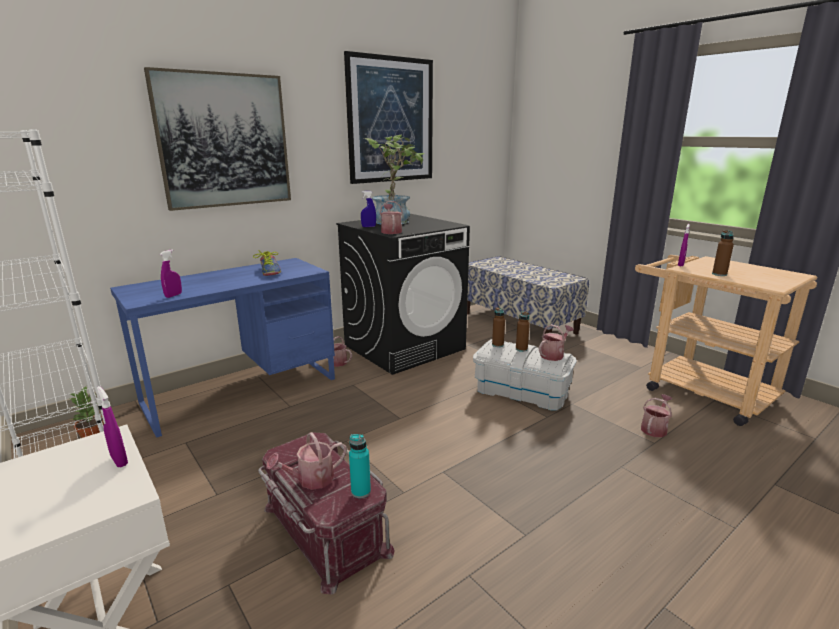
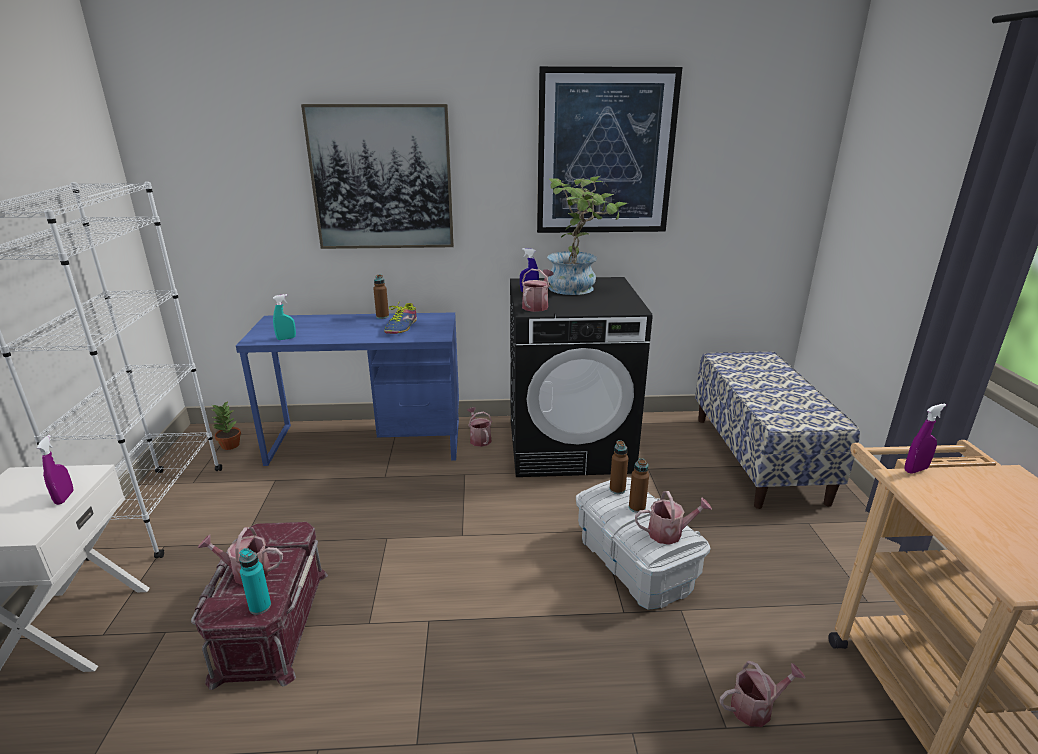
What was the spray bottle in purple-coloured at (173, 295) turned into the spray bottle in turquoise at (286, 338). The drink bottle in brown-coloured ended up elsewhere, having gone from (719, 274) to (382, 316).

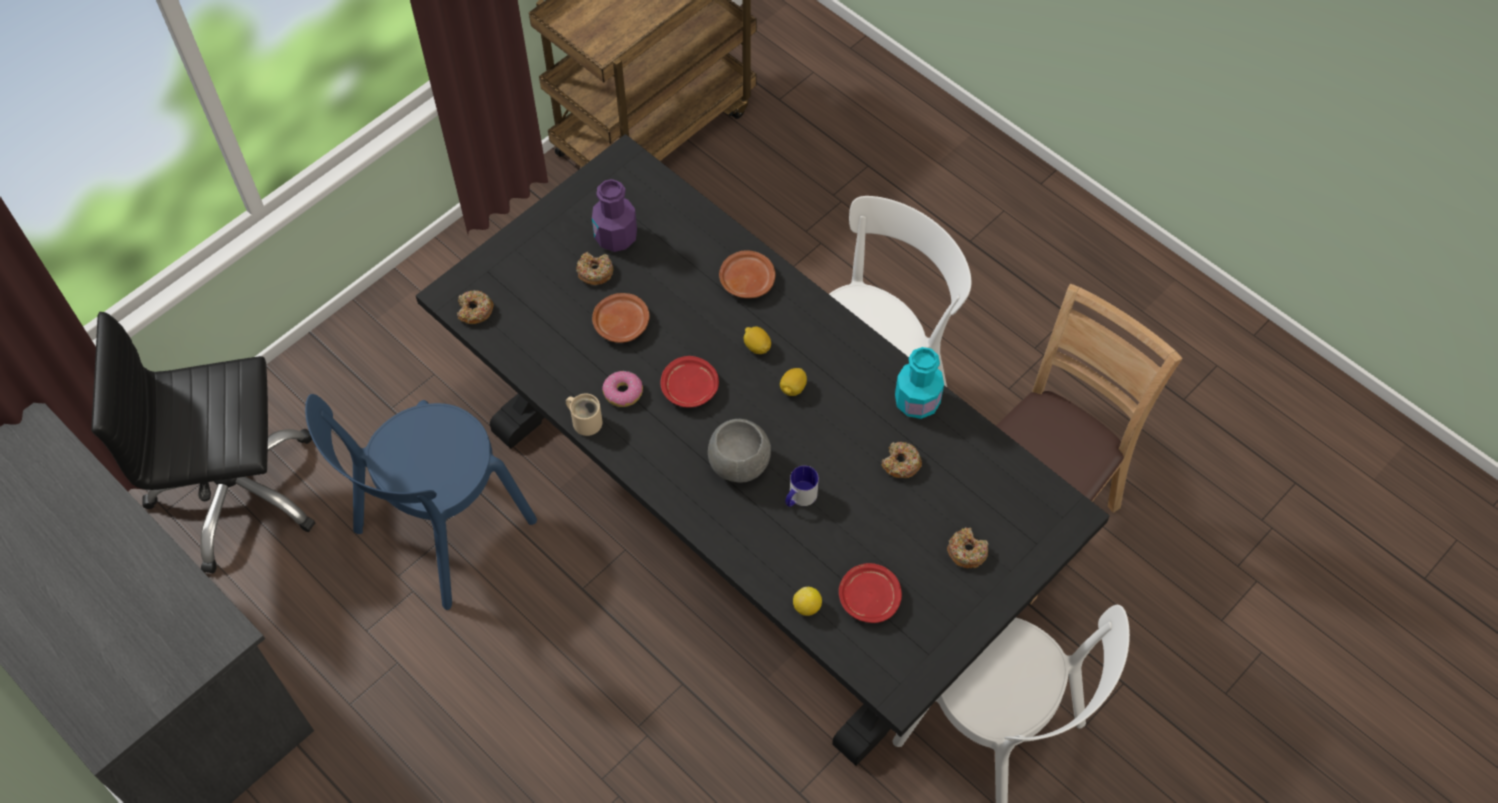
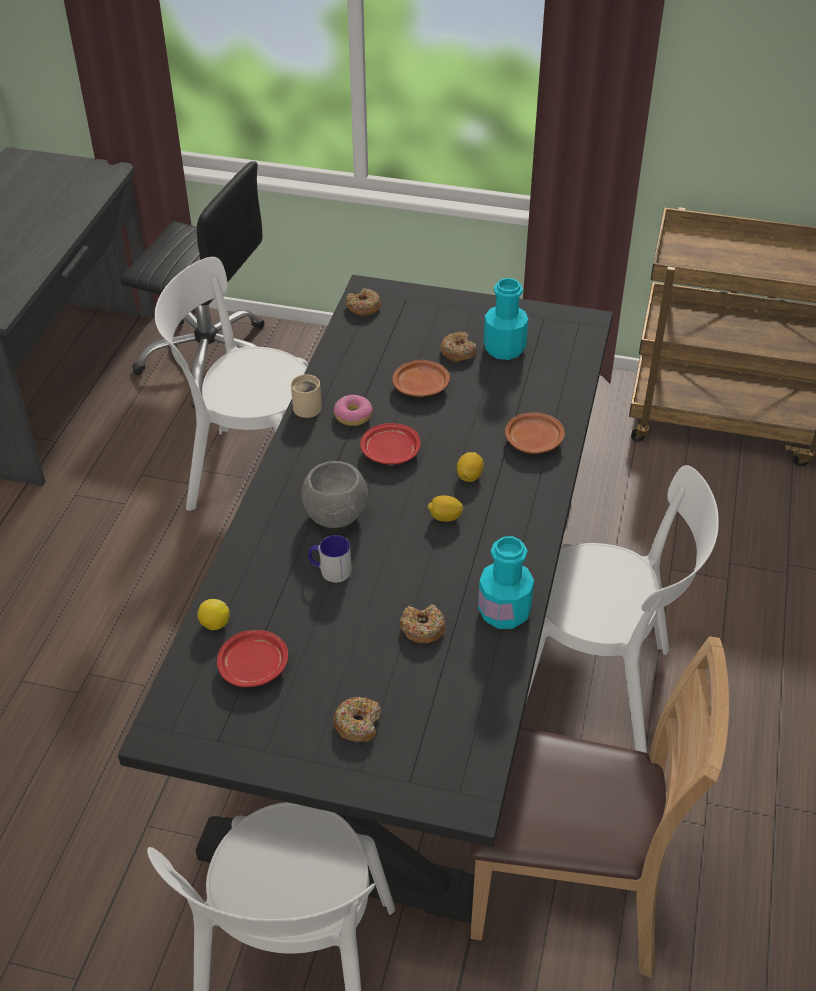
The office chair in blackish at (237, 492) ended up facing another way, 150 degrees clockwise from before. What was the chair in blue-coloured at (439, 531) turned into the chair in white at (251, 473). What was the drink bottle in purple-coloured at (616, 236) turned into the drink bottle in turquoise at (504, 348).

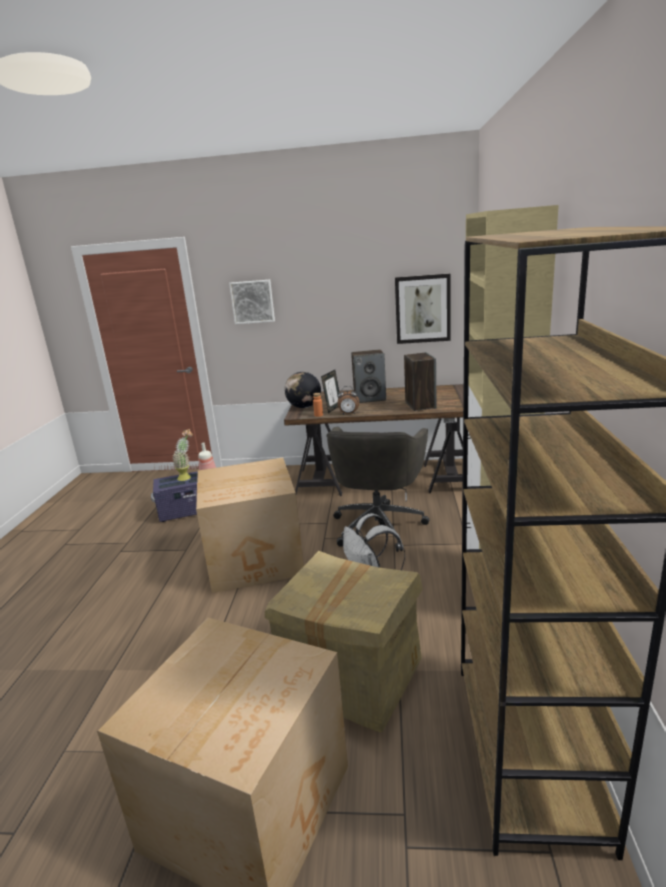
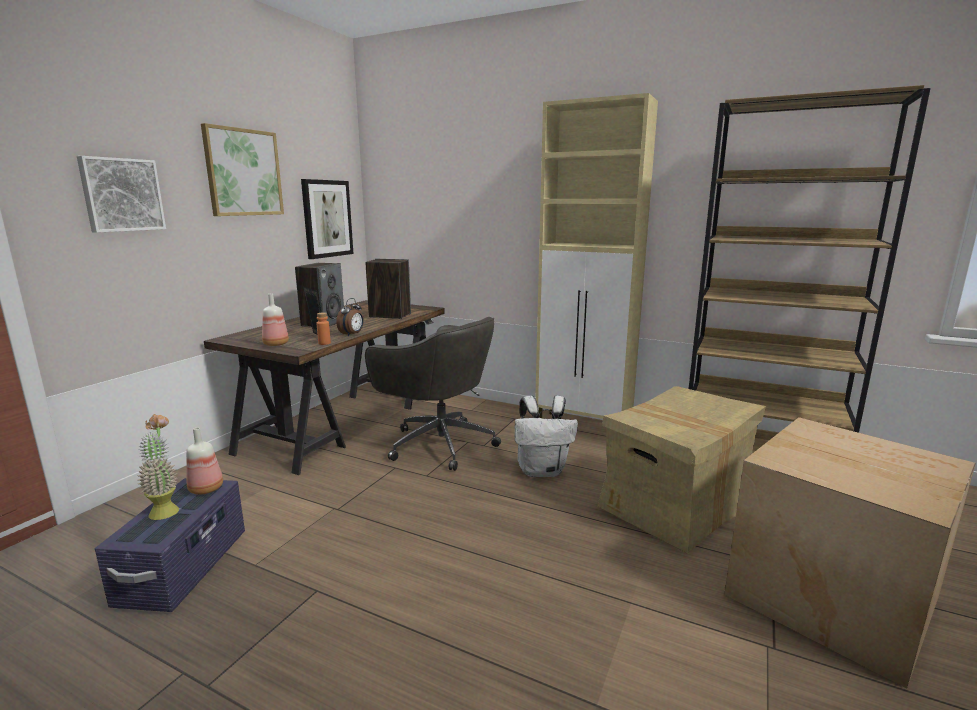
The second view gained the wall picture at (243, 172). Where the world globe stood at (304, 407), the drink bottle came to stand at (275, 344). The second view lost the cardboard box at (256, 559).

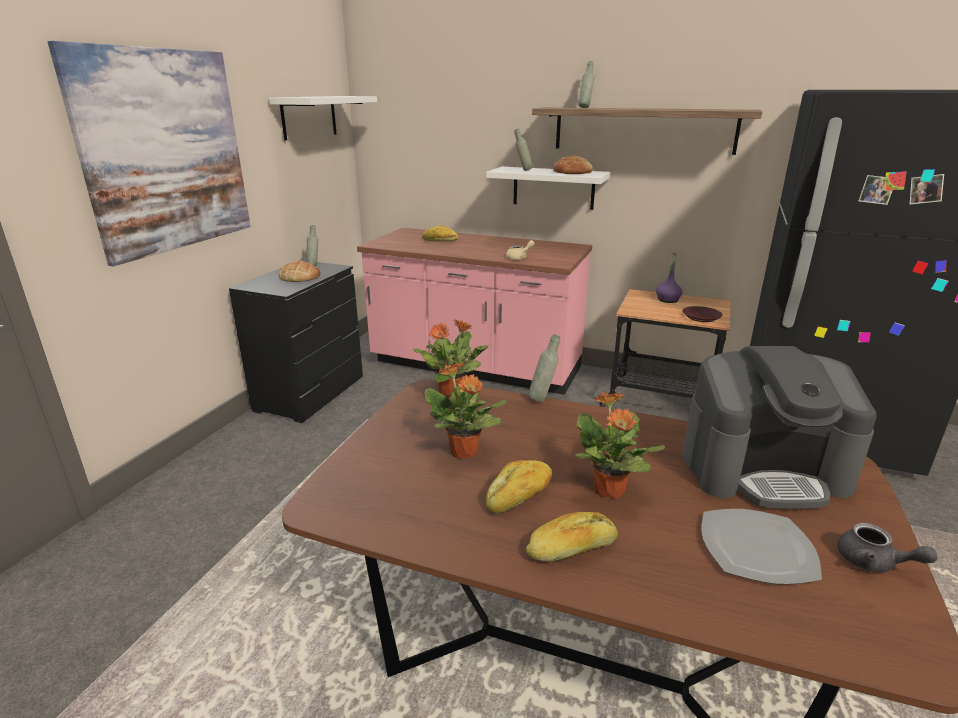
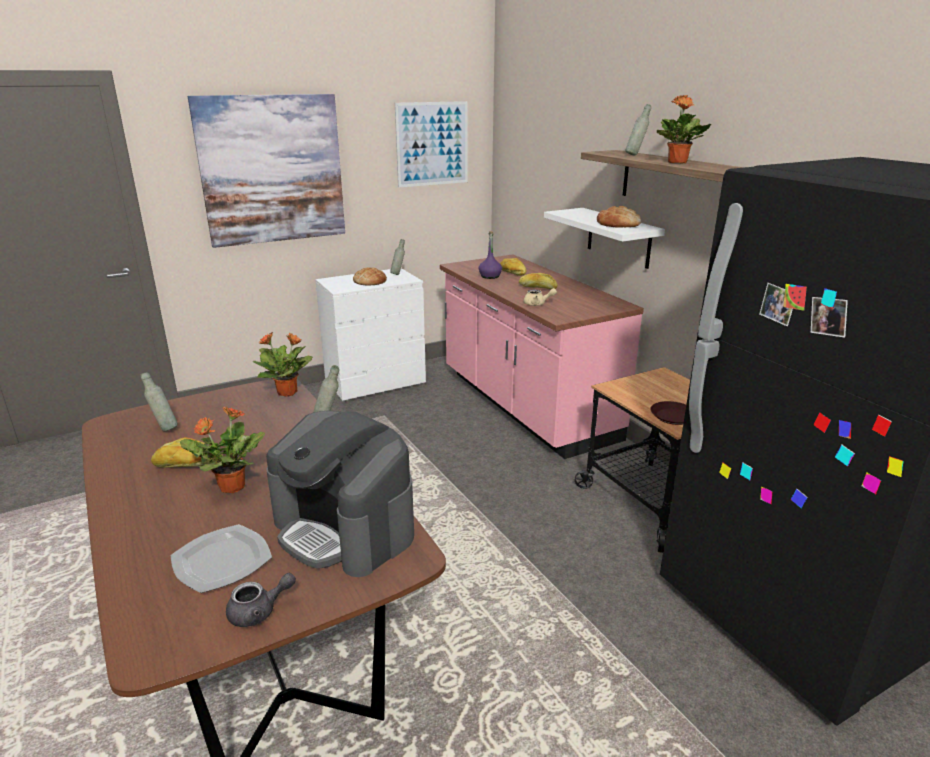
The drink bottle in gray ended up elsewhere, having gone from (523, 170) to (164, 429). The teapot in gray at (873, 563) ended up facing another way, 105 degrees counterclockwise from before. What was the chest of drawers in blackish at (310, 394) turned into the chest of drawers in white at (376, 383). Where the bracket shelf in white hung at (309, 117), the wall picture came to hang at (432, 144). The drink bottle in purple-coloured ended up elsewhere, having gone from (668, 300) to (490, 276). The bread ended up elsewhere, having gone from (571, 549) to (537, 287). The potted plant ended up elsewhere, having gone from (464, 452) to (677, 162).

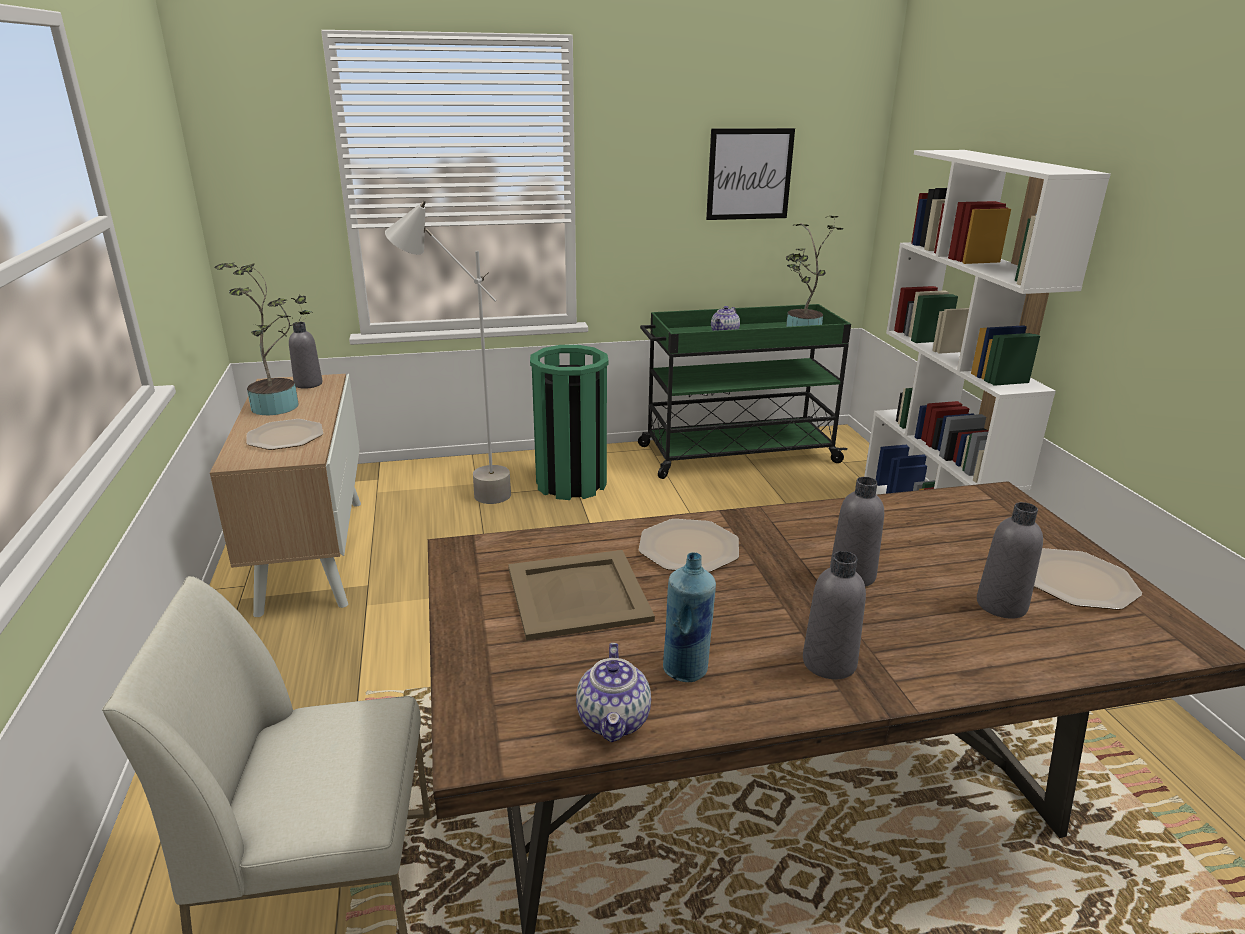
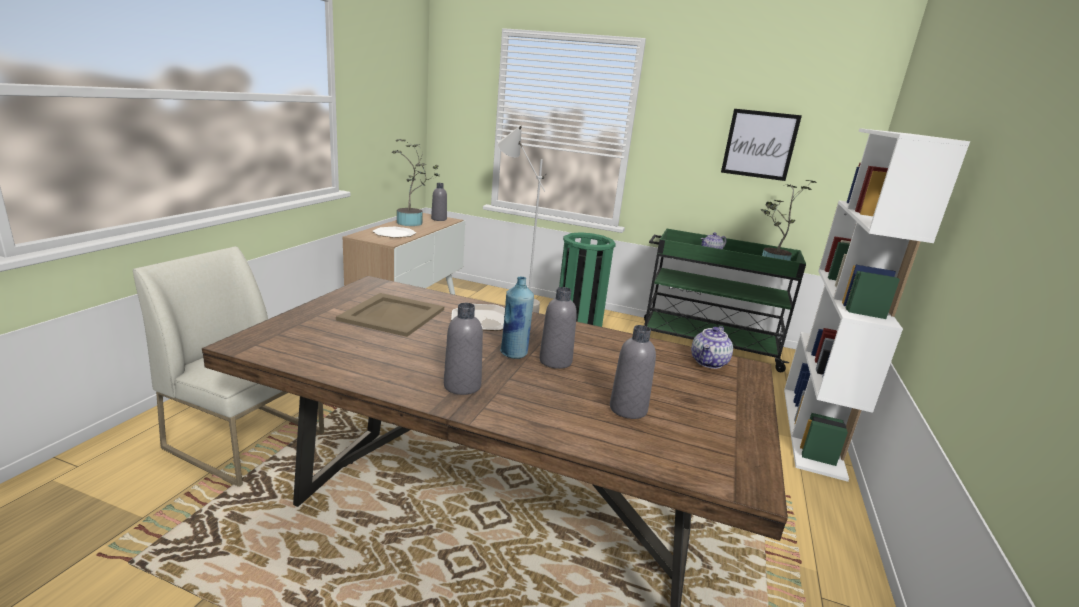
The drink bottle in blue-coloured ended up elsewhere, having gone from (686, 670) to (514, 353). The teapot ended up elsewhere, having gone from (614, 721) to (709, 362). The second view lost the dinner plate at (1077, 580).

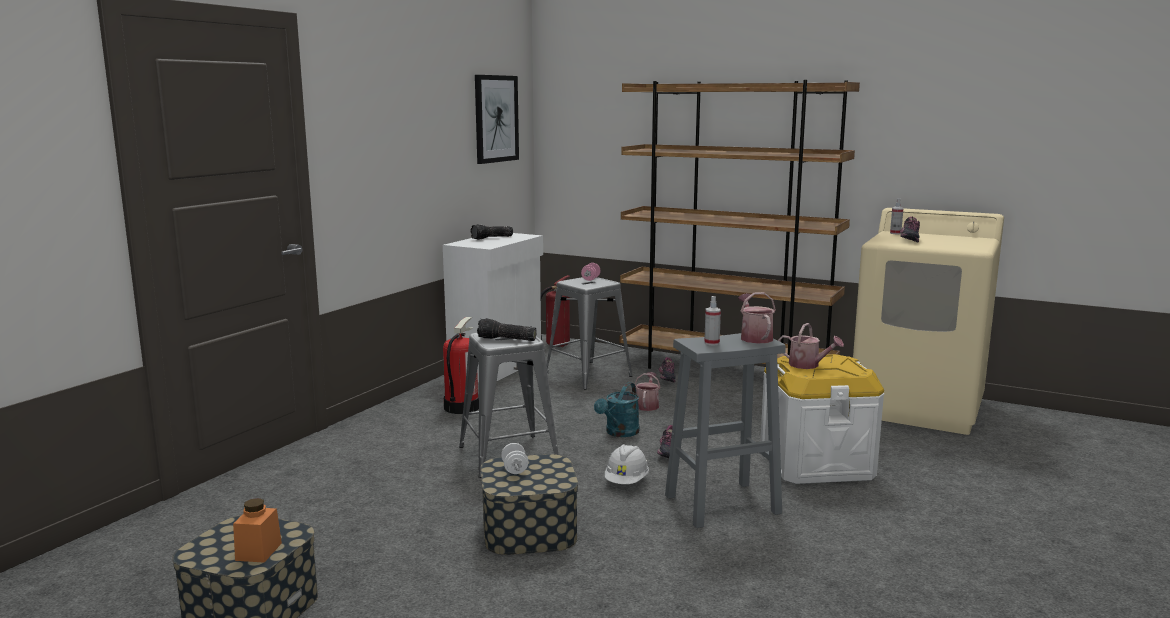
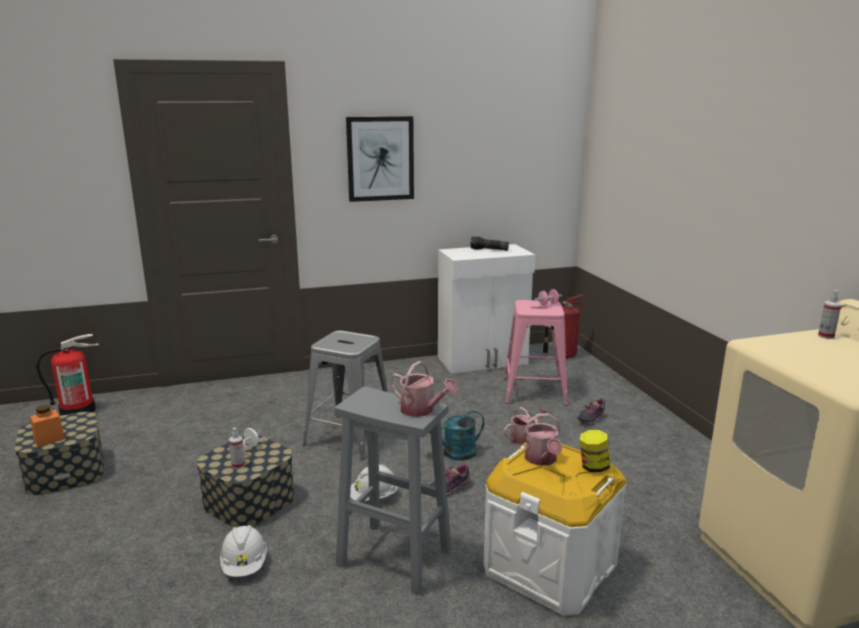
The extinguisher ended up elsewhere, having gone from (461, 407) to (78, 411). The second view gained the work helmet in white at (244, 565). The spray bottle ended up elsewhere, having gone from (711, 343) to (238, 465). The wall picture ended up elsewhere, having gone from (496, 119) to (380, 159). The watering pot at (754, 337) ended up facing another way, 90 degrees clockwise from before. What was the sitting stool in gray at (588, 375) turned into the sitting stool in pink-coloured at (534, 391). The second view gained the preserve jar at (593, 467). The second view lost the torch at (506, 339). The second view lost the bookshelf in brown-coloured at (726, 371). The second view lost the shoe at (908, 240).

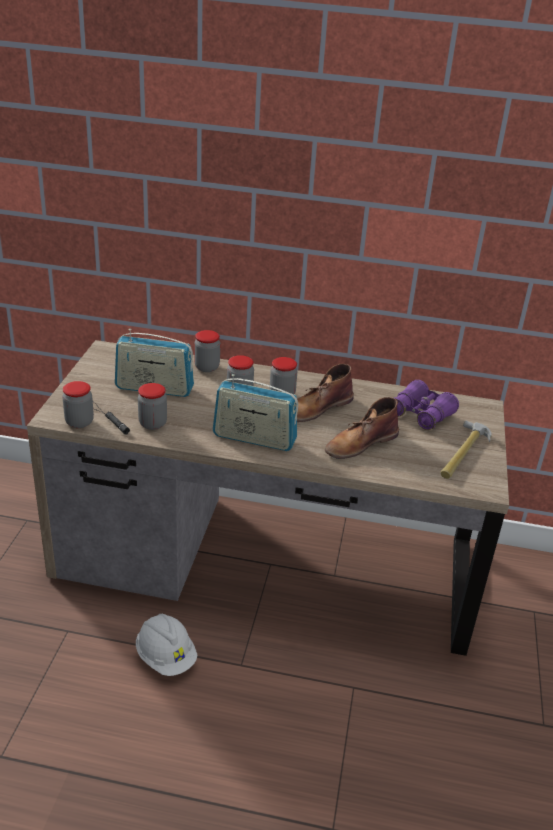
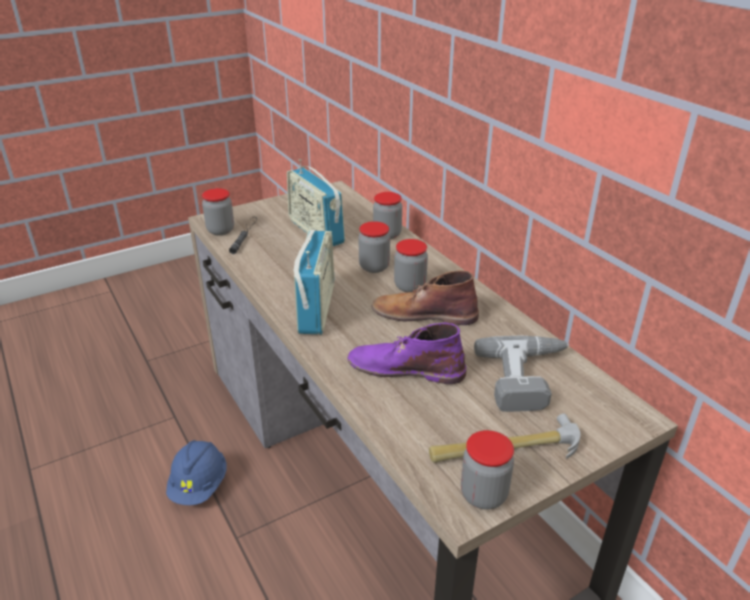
What was the work helmet in white at (166, 657) turned into the work helmet in blue-coloured at (199, 485). The radio receiver at (254, 438) ended up facing another way, 150 degrees counterclockwise from before. What was the boot in brown-coloured at (360, 443) turned into the boot in purple-coloured at (405, 368). The preserve jar ended up elsewhere, having gone from (153, 423) to (483, 495). Where the field glasses in purple-coloured stood at (421, 414), the electric drill came to stand at (528, 379).

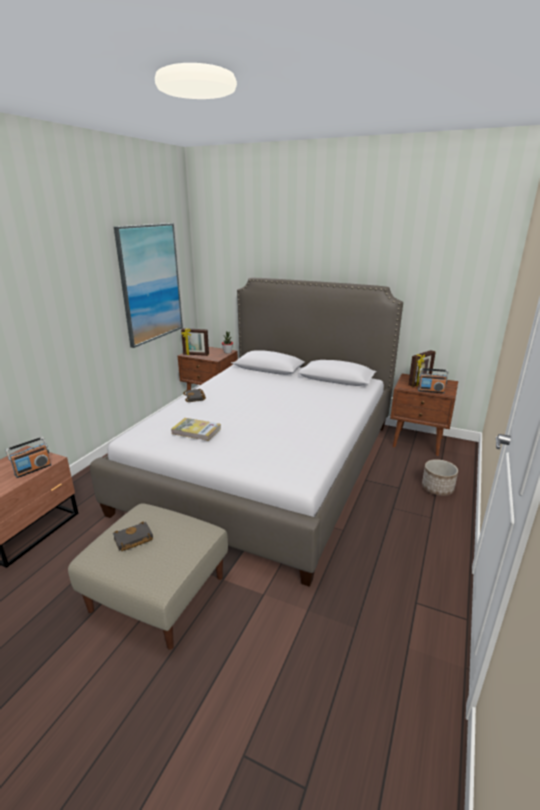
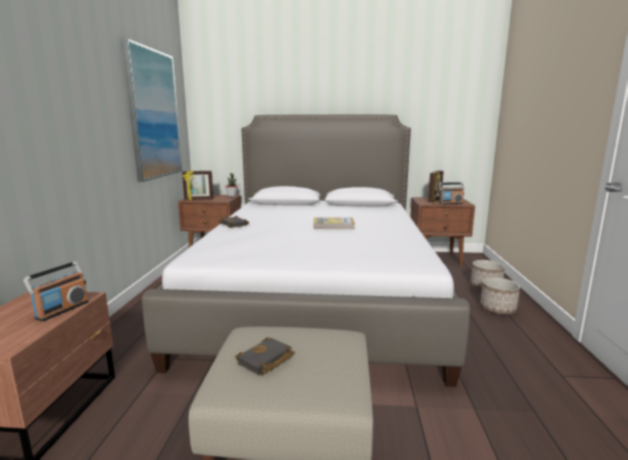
The book ended up elsewhere, having gone from (196, 431) to (333, 225). The second view gained the flower pot at (498, 309).

